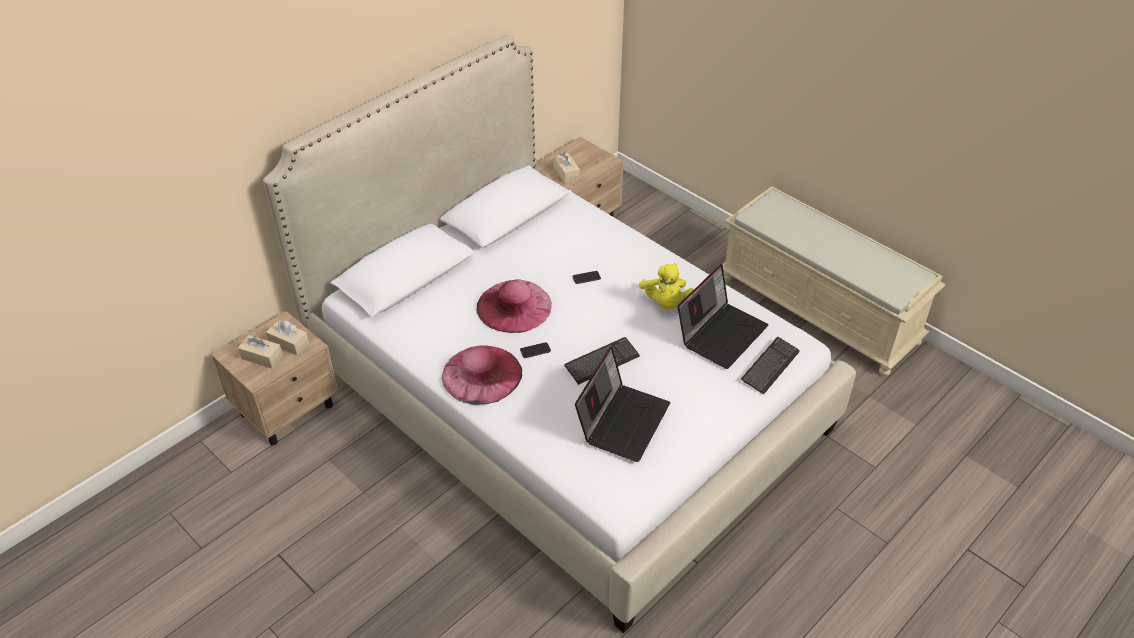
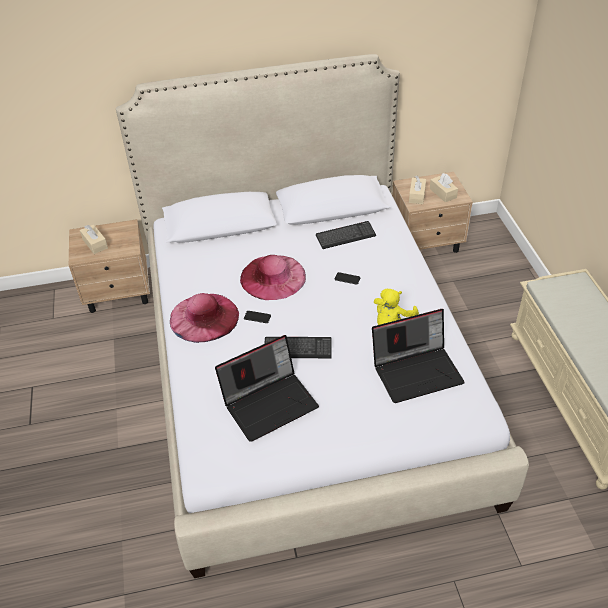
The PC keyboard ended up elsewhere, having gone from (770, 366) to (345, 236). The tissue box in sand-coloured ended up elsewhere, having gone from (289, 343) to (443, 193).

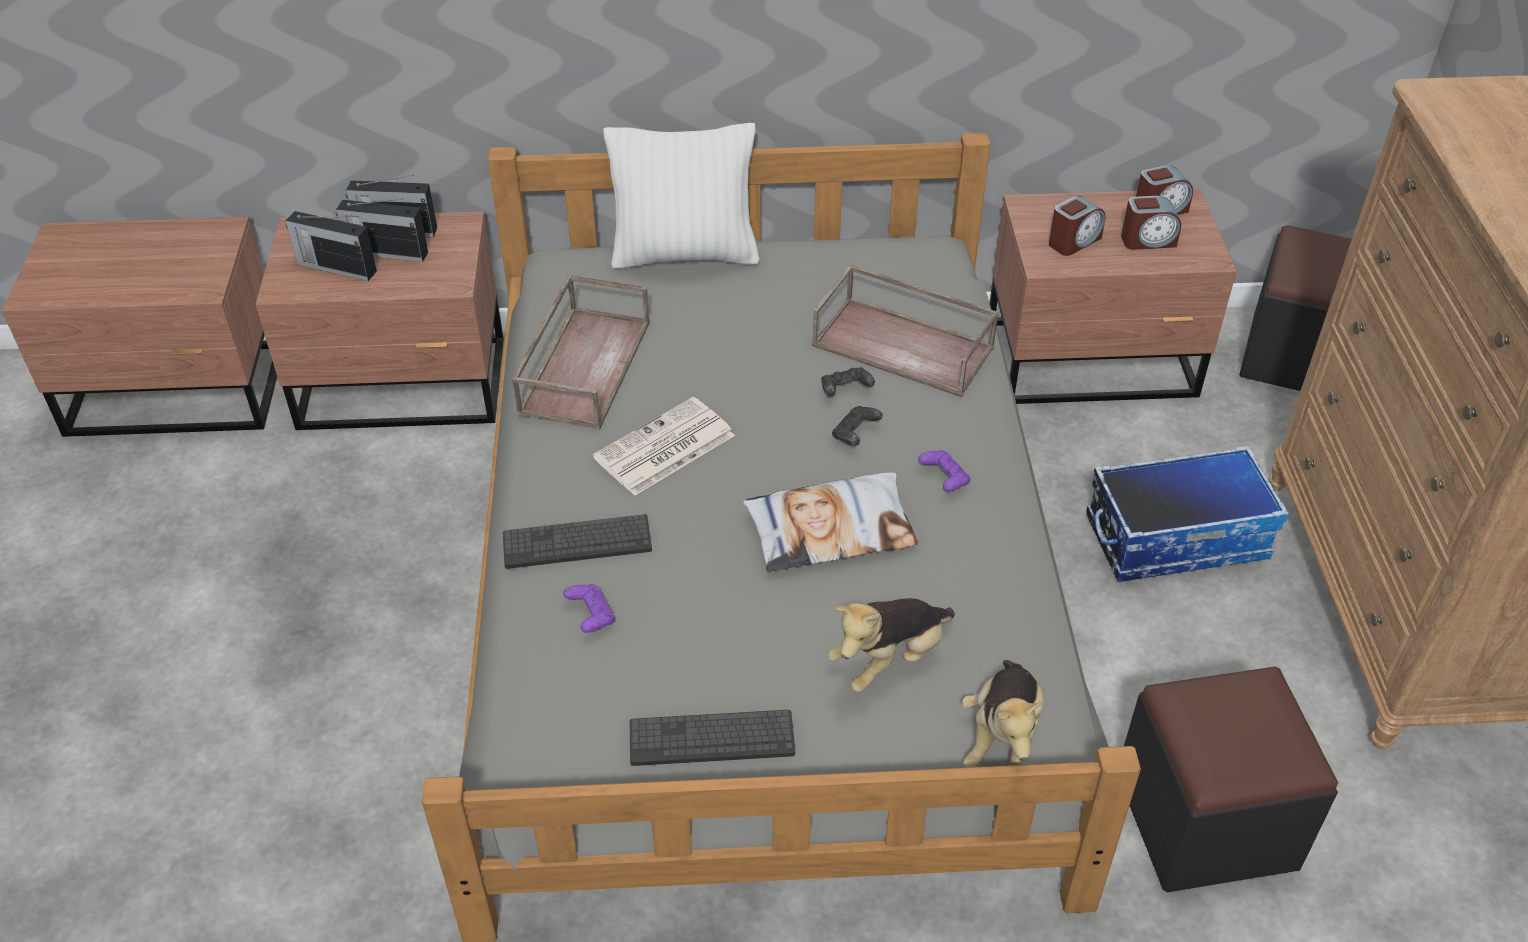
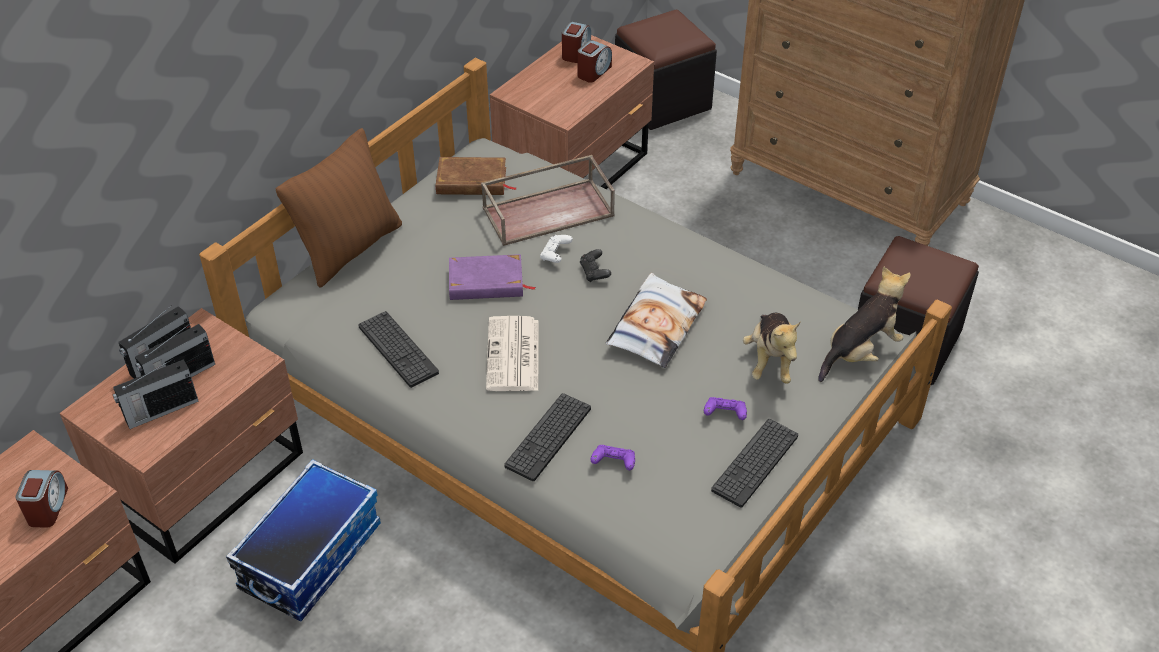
The alarm clock ended up elsewhere, having gone from (1074, 241) to (48, 507). The storage container ended up elsewhere, having gone from (1176, 537) to (310, 556). What was the cushion in white at (685, 254) turned into the cushion in brown-coloured at (349, 249). Where the carrying tray in brown-coloured stood at (584, 365), the PC keyboard came to stand at (398, 349). The second view gained the book in brown-coloured at (472, 181). The second view gained the book in purple-coloured at (486, 282). What was the joypad in blackish at (845, 390) turned into the joypad in white at (555, 255). The joypad in purple-coloured ended up elsewhere, having gone from (944, 479) to (725, 414). The cuddly toy at (1002, 738) ended up facing another way, 90 degrees counterclockwise from before.

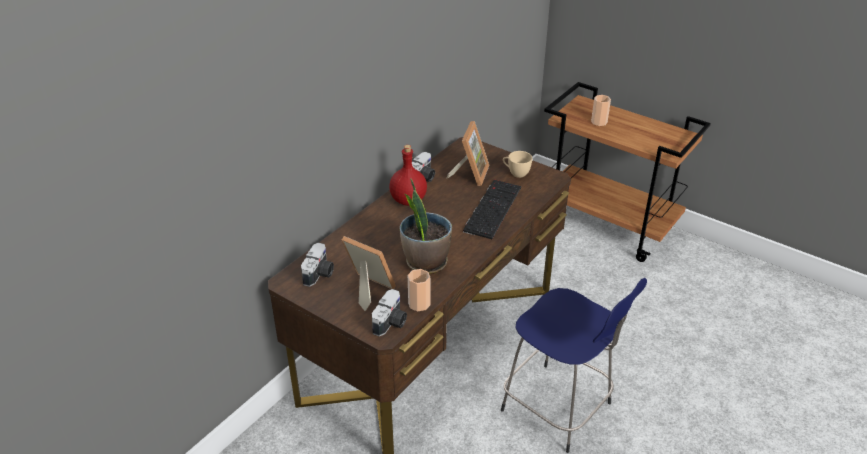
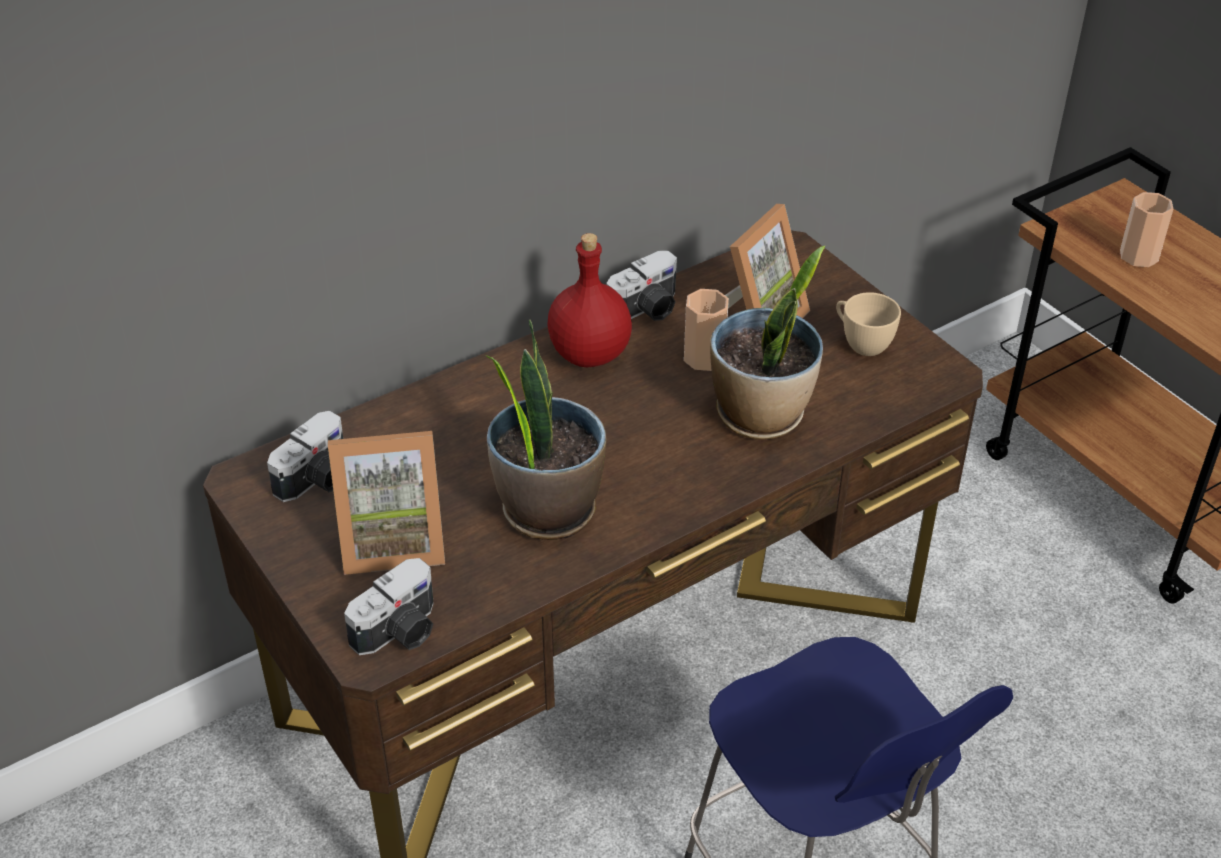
The photo frame at (367, 290) ended up facing another way, 120 degrees clockwise from before. The cup ended up elsewhere, having gone from (419, 304) to (704, 357). Where the PC keyboard stood at (492, 208), the potted plant came to stand at (761, 415).

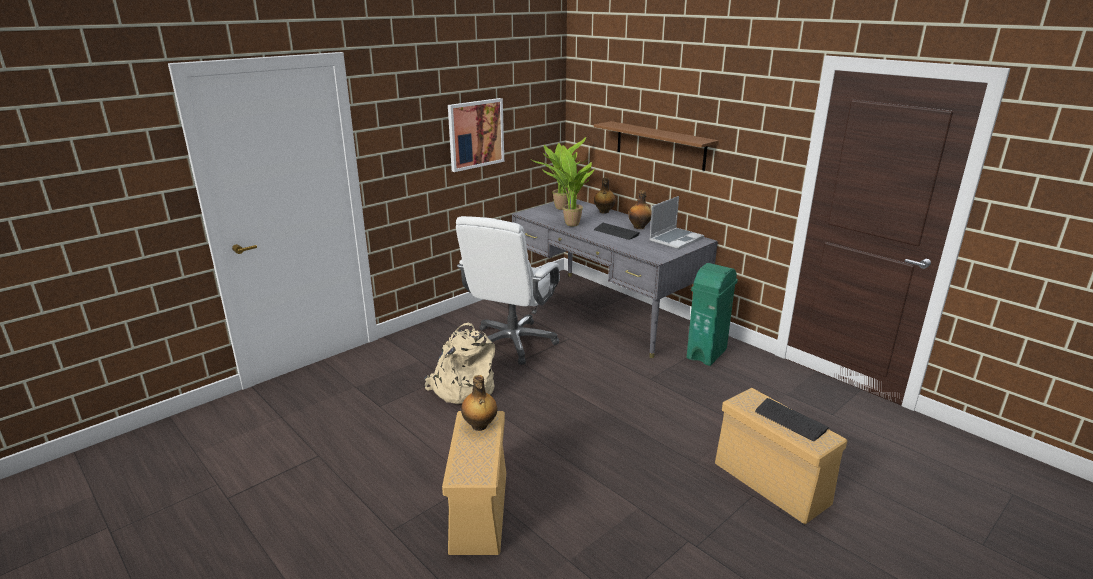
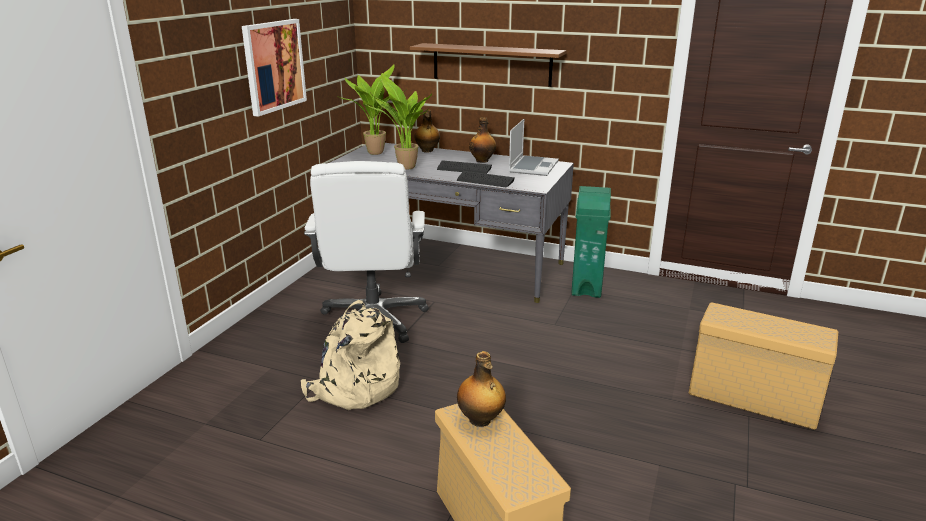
The PC keyboard ended up elsewhere, having gone from (790, 420) to (485, 180).

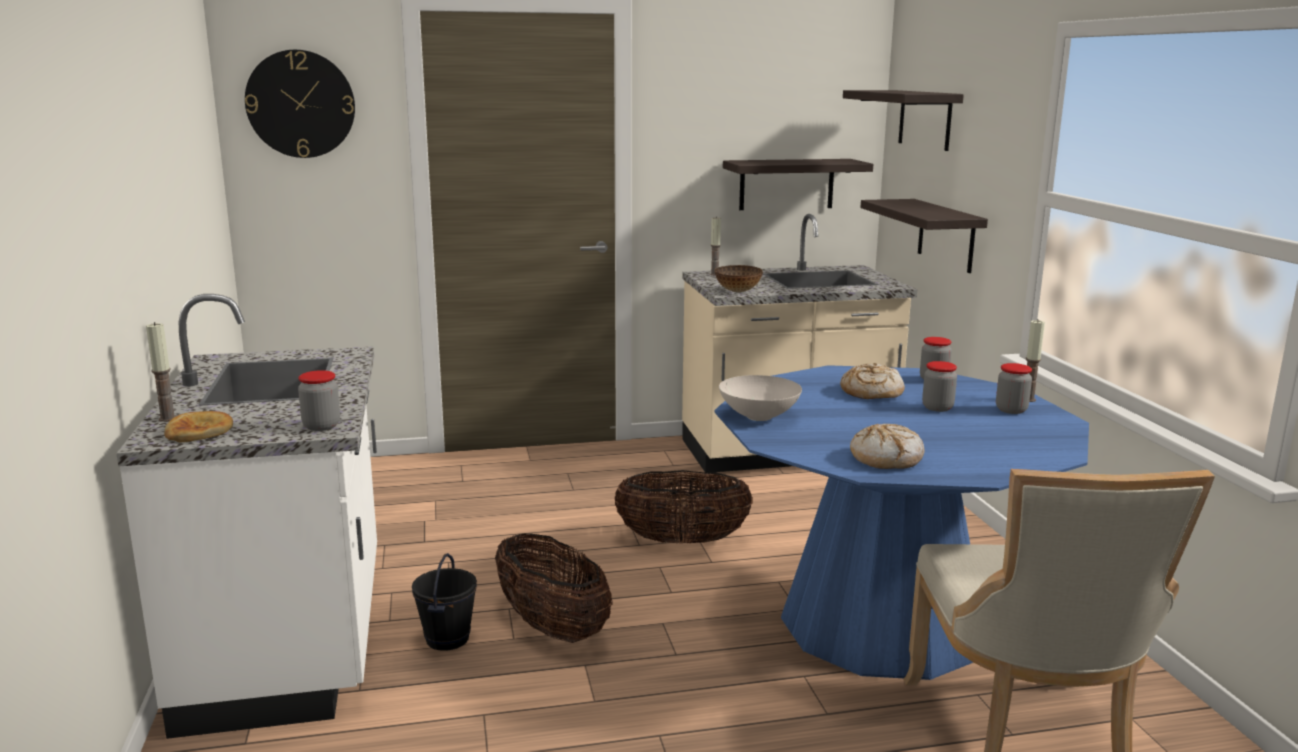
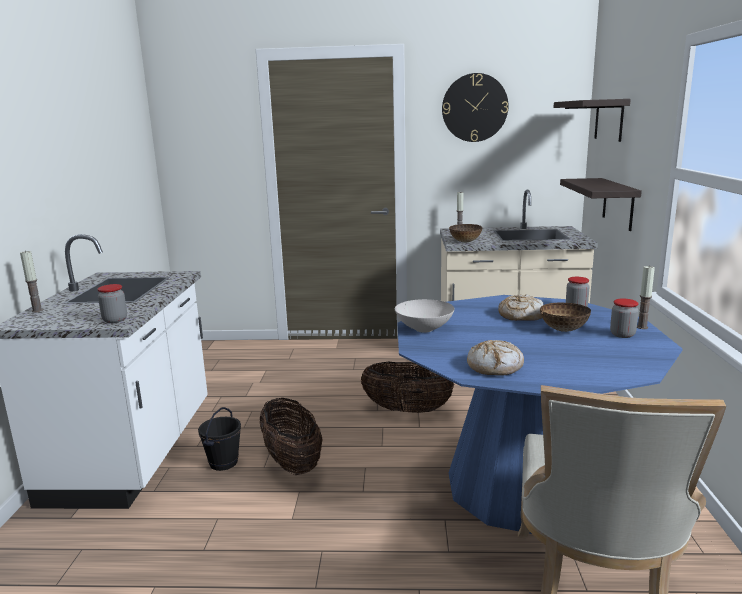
The hanging clock ended up elsewhere, having gone from (300, 104) to (474, 108). Where the preserve jar stood at (937, 408), the serving bowl came to stand at (563, 330). The second view lost the bread at (199, 431). The second view lost the bracket shelf at (786, 184).

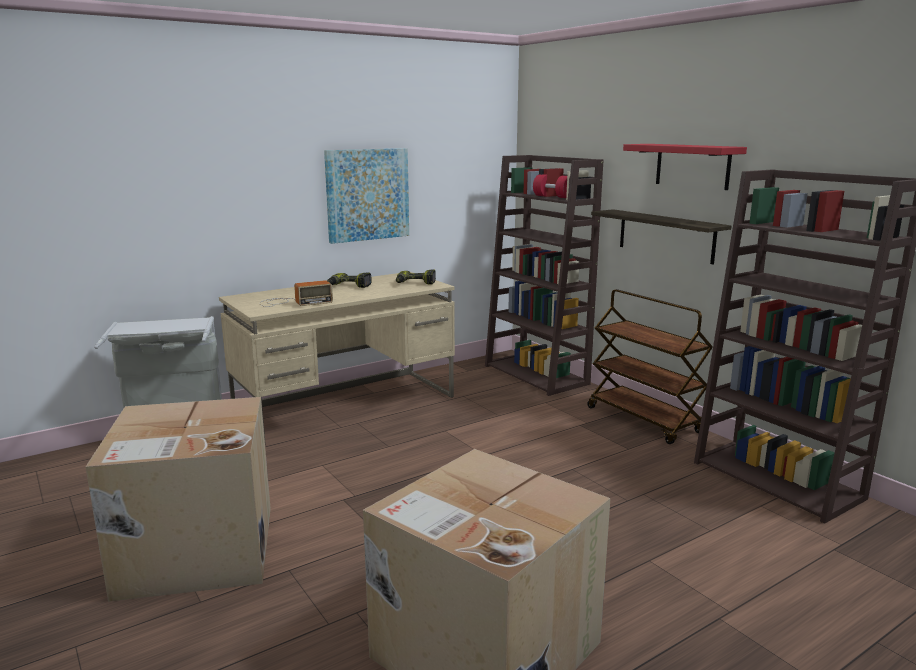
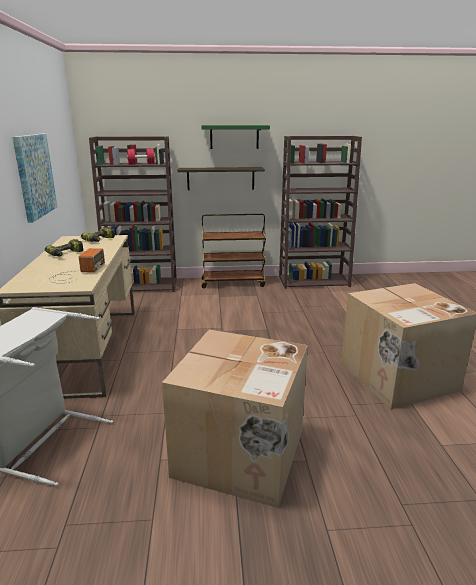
What was the bracket shelf in red at (692, 166) turned into the bracket shelf in green at (234, 137).

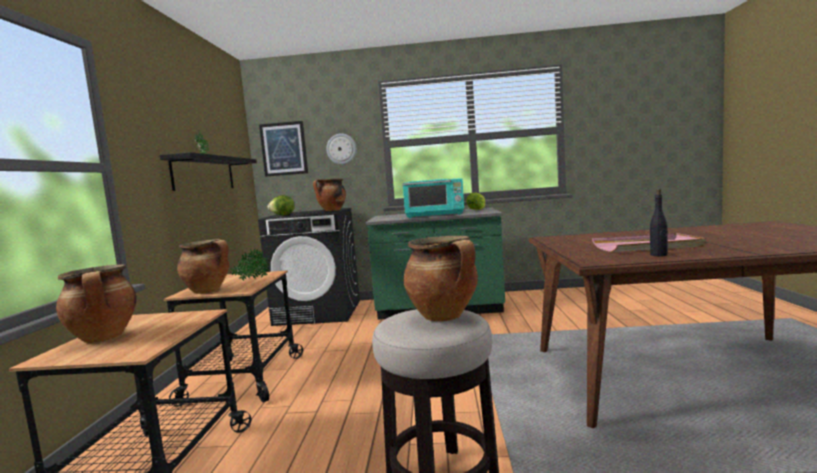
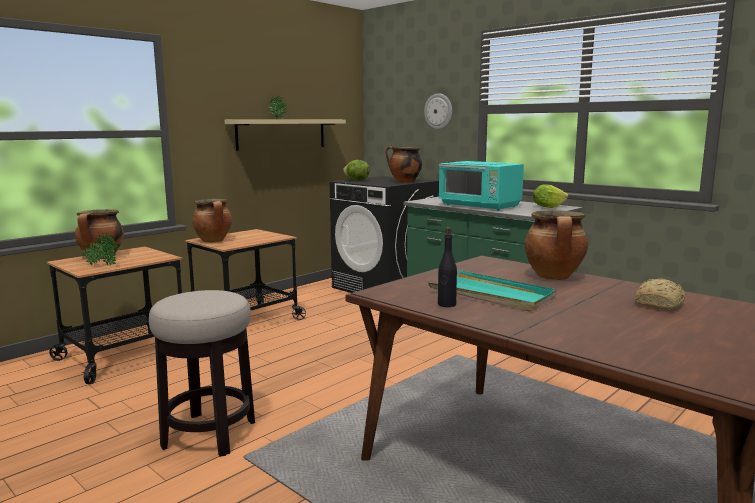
The potted plant ended up elsewhere, having gone from (251, 280) to (102, 266). What was the bracket shelf in blackish at (204, 173) turned into the bracket shelf in sand-coloured at (281, 134). What was the carrying tray in pink-coloured at (647, 246) turned into the carrying tray in turquoise at (492, 295). The cooking pot ended up elsewhere, having gone from (445, 316) to (554, 277). The second view gained the bread at (660, 304). The second view lost the wall picture at (284, 149).

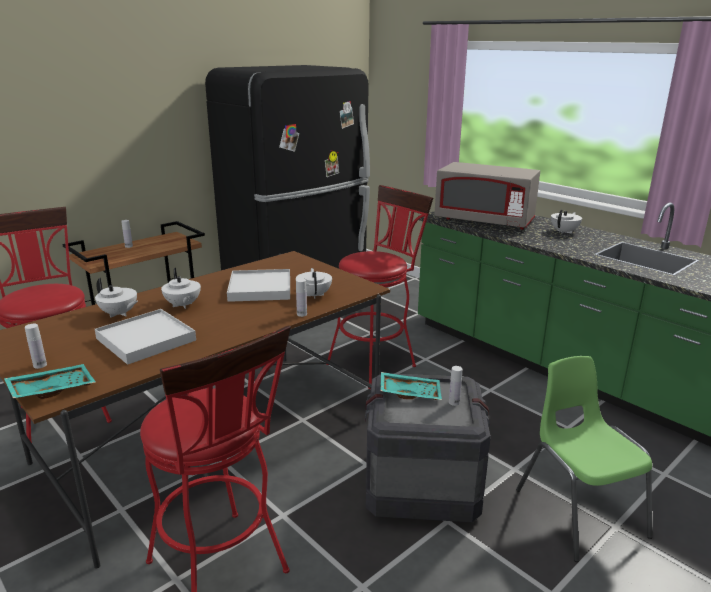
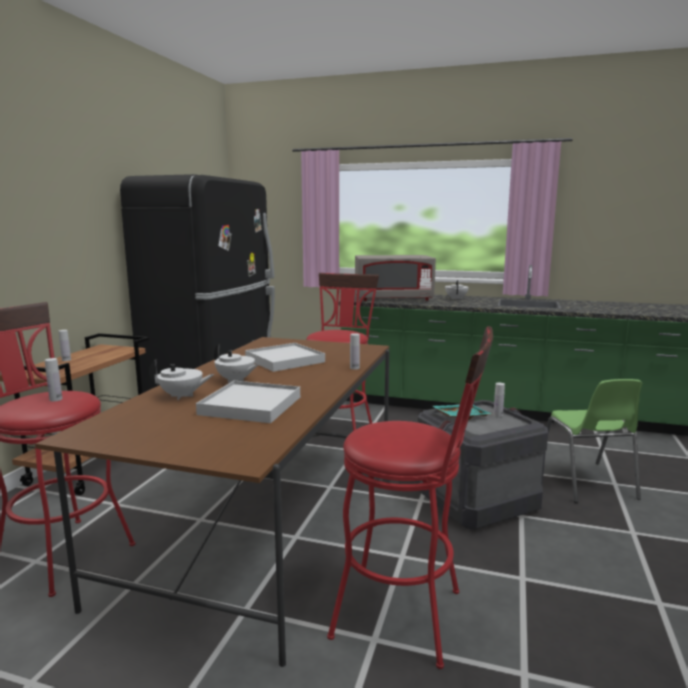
The drink bottle in white ended up elsewhere, having gone from (40, 365) to (56, 399). The chair in green at (578, 511) ended up facing another way, 135 degrees counterclockwise from before. The second view lost the carrying tray in turquoise at (52, 389). The second view lost the teapot in white at (314, 295).

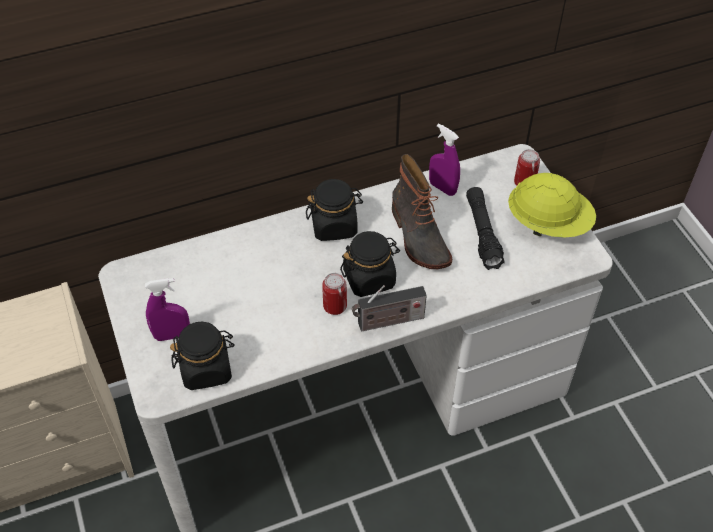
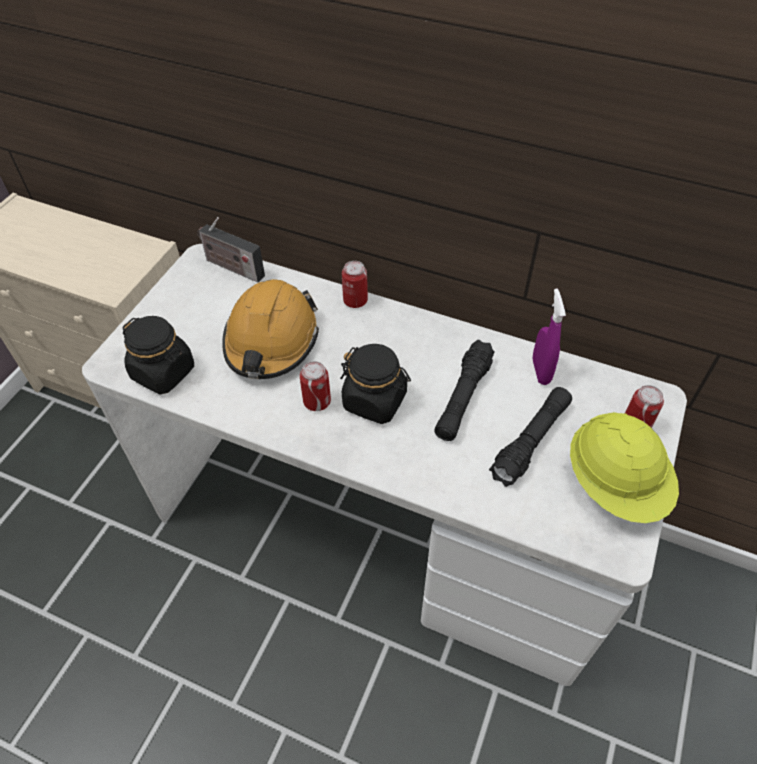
The radio receiver ended up elsewhere, having gone from (388, 322) to (232, 267). The second view gained the work helmet in orange-coloured at (271, 341). The second view gained the can at (355, 301). Where the boot stood at (418, 237), the torch in blackish came to stand at (463, 398). The second view lost the spray bottle in purple-coloured at (172, 335). The second view lost the preserve jar in blackish at (334, 225).

